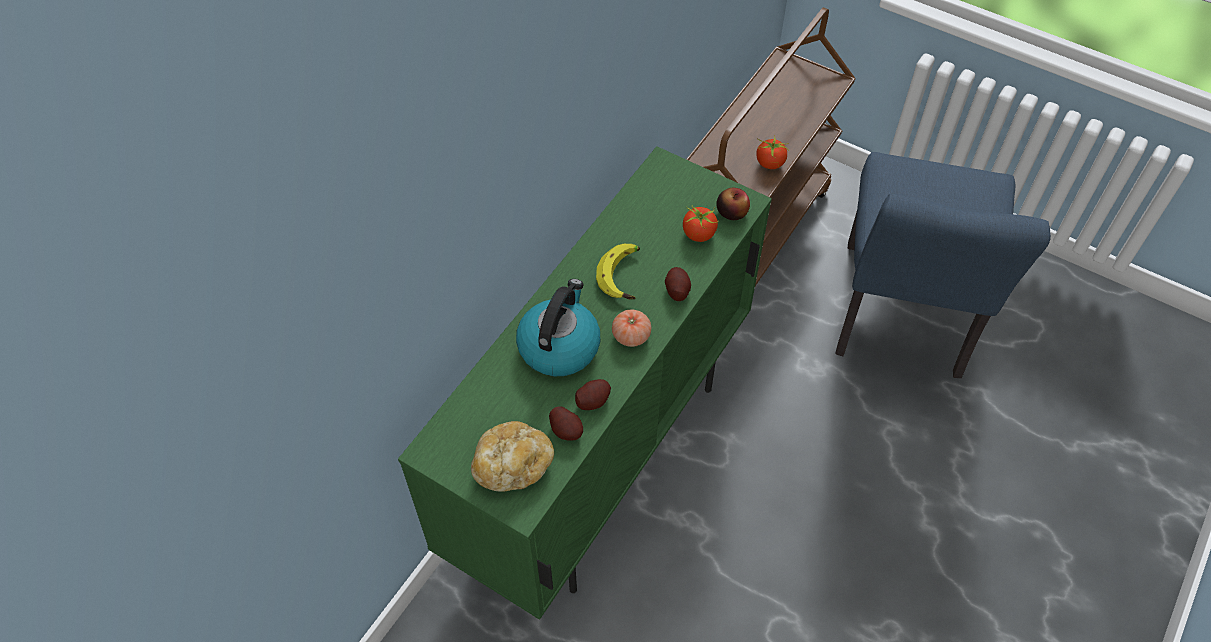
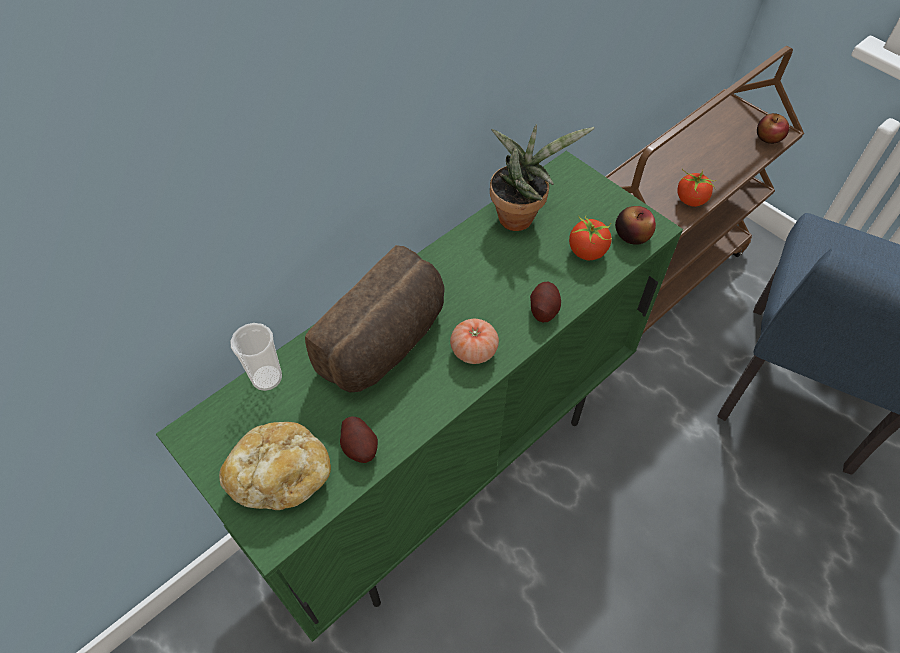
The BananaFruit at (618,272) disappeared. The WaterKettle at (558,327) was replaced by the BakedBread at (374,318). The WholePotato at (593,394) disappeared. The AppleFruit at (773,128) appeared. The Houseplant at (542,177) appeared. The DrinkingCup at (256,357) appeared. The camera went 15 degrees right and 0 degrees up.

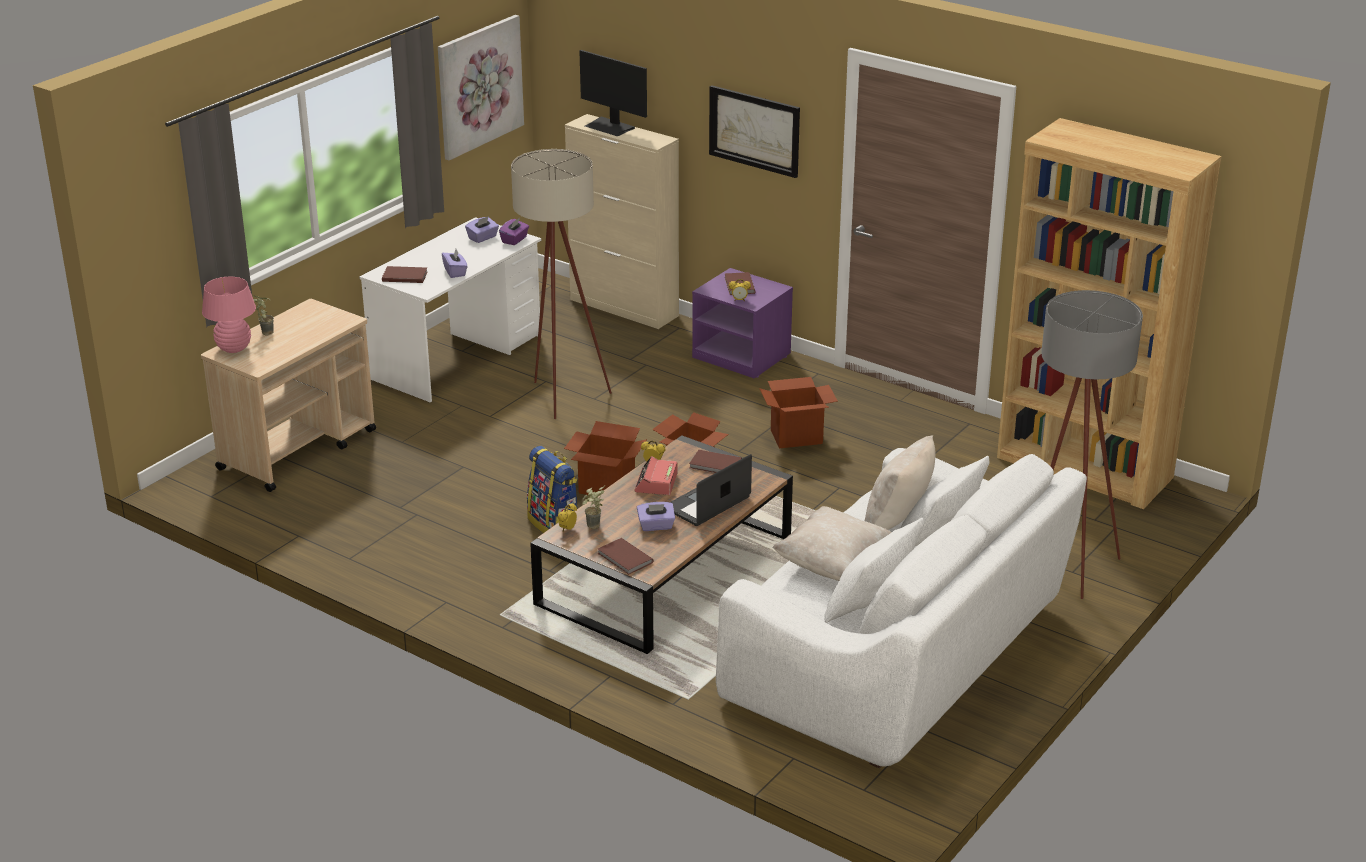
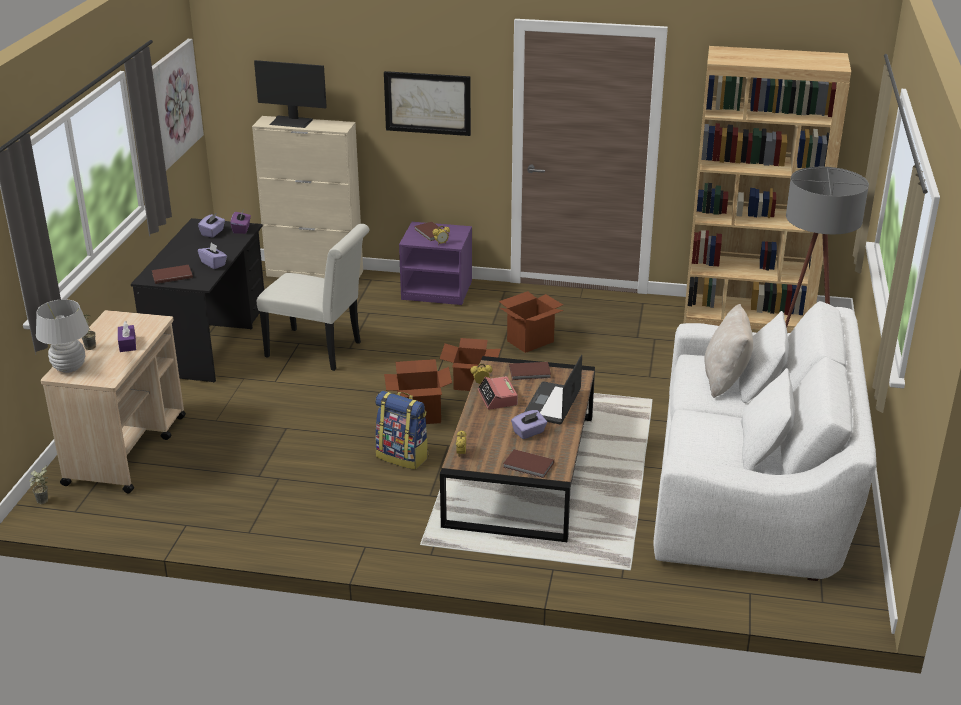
The SandColouredStandardLamp at (561,284) was replaced by the WhiteColouredPlainChair at (313,297). The WhiteColouredDeskUnit at (450,310) became the BlackishDeskUnit at (197,300). The PinkColouredTableLamp at (229,315) became the WhiteColouredTableLamp at (62,336). The Houseplant moved from (593,507) to (39,484). The SandColouredThrowPillow at (832,543) disappeared. The PurplishTissueHolder at (127,336) appeared. The camera went 25 degrees left and 0 degrees up.

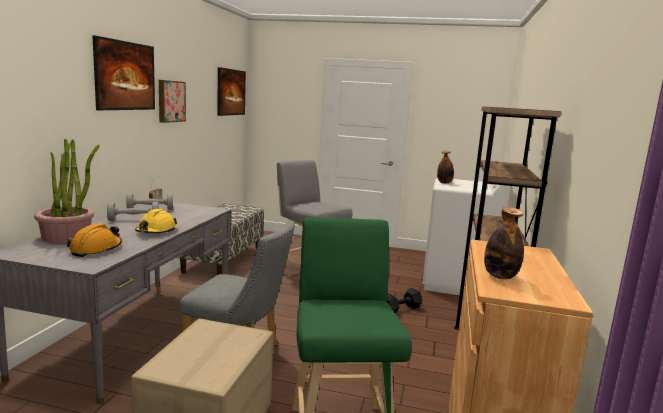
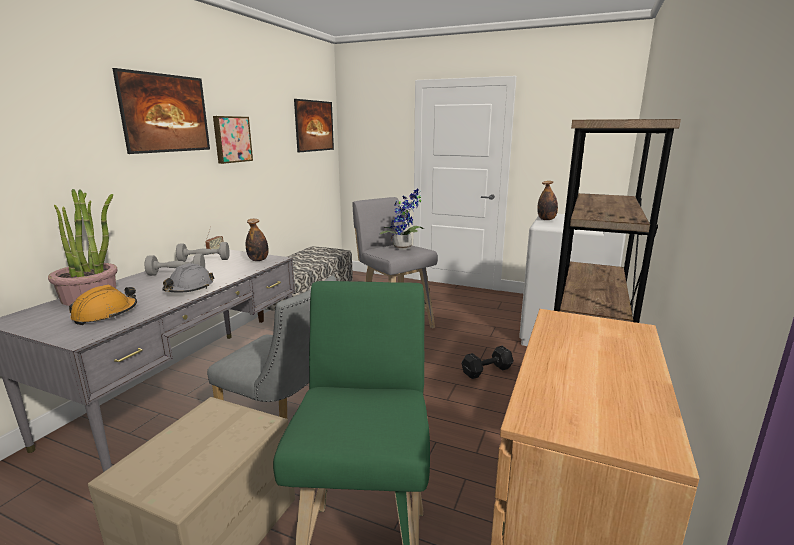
The Bottle moved from (504,243) to (257,240). The YellowColouredHardHat at (156,221) became the GrayHardHat at (188,277). The Houseplant at (401,219) appeared. The camera went 10 degrees right and 5 degrees up.

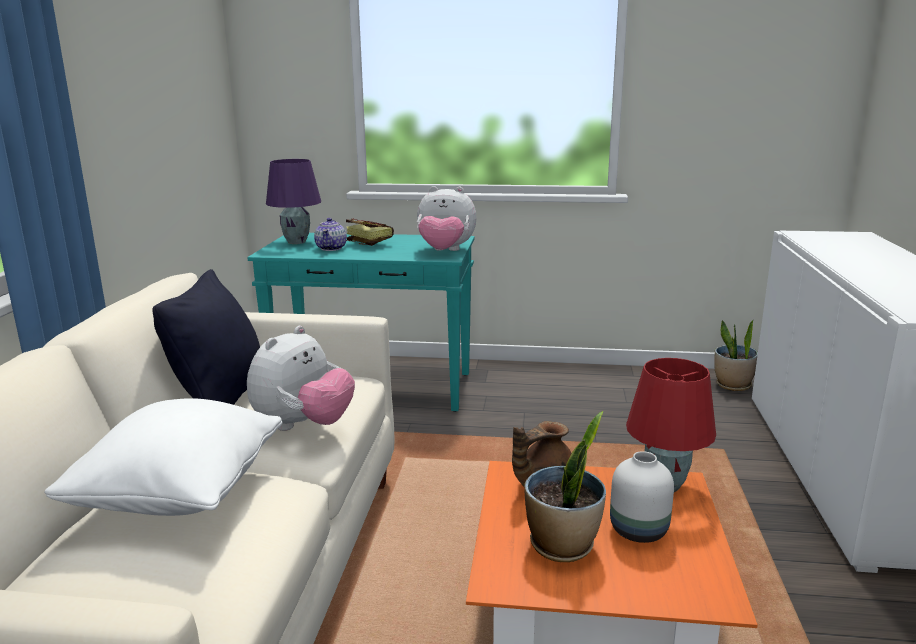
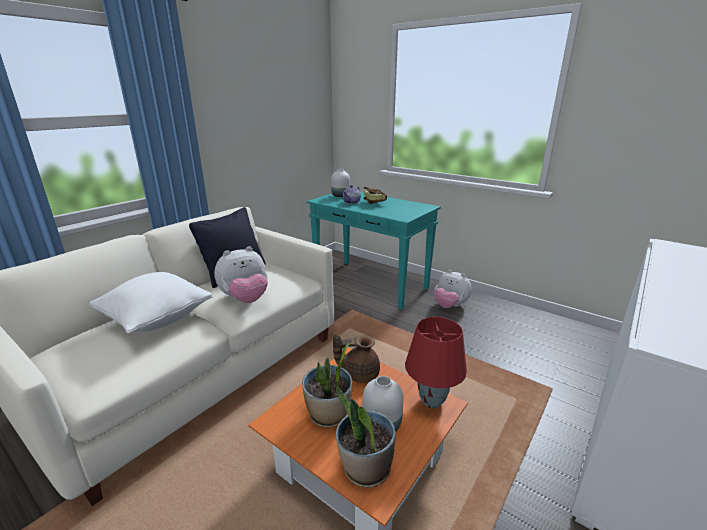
The PurplishTableLamp at (293,201) was replaced by the WhiteColouredFlowerVase at (340,183). The CuddlyToy moved from (447,218) to (453,289). The Houseplant moved from (736,355) to (366,437). The camera went 30 degrees right and 5 degrees up.

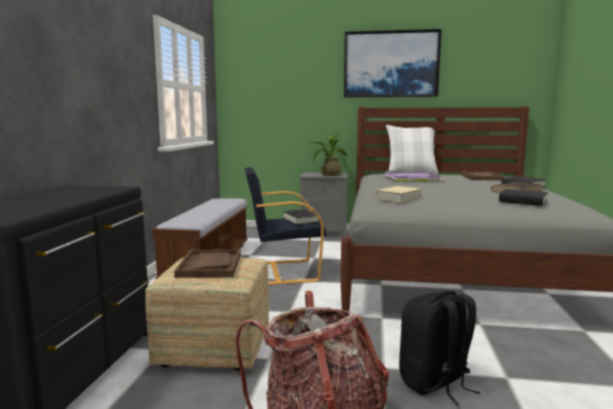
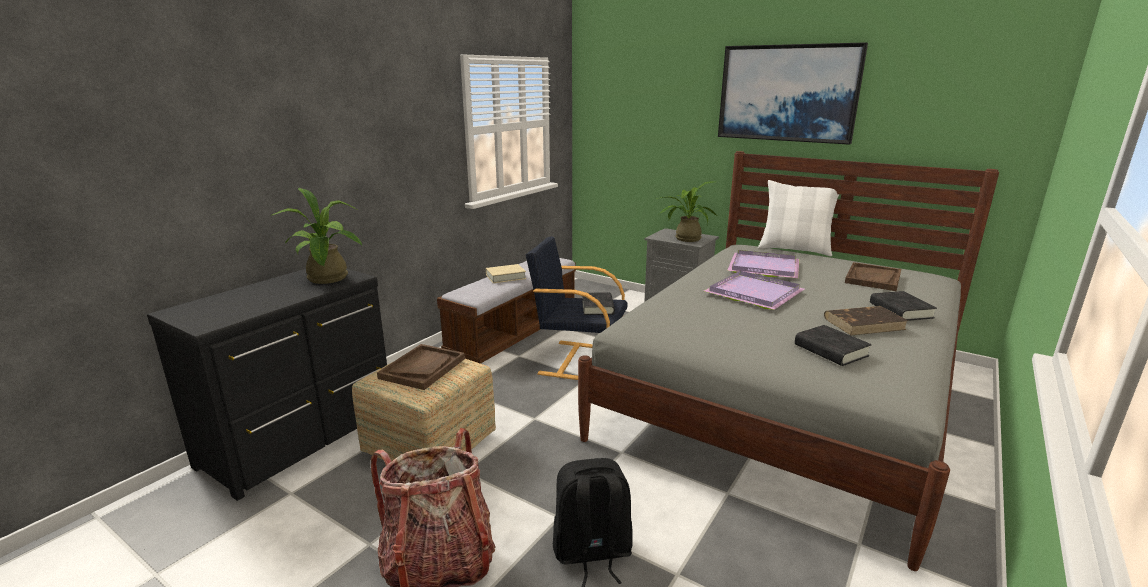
The SandColouredVolume moved from (398,194) to (506,273). The Houseplant at (316,236) appeared. The PurplishTray at (754,290) appeared. The camera went 25 degrees right and 10 degrees up.

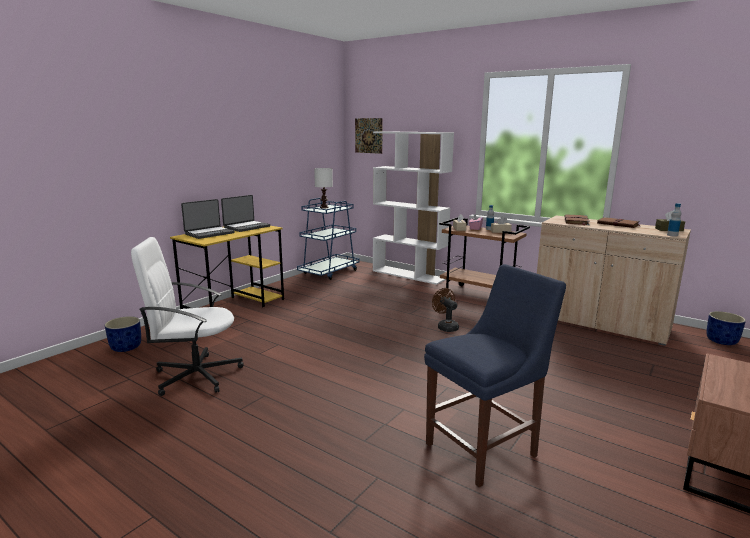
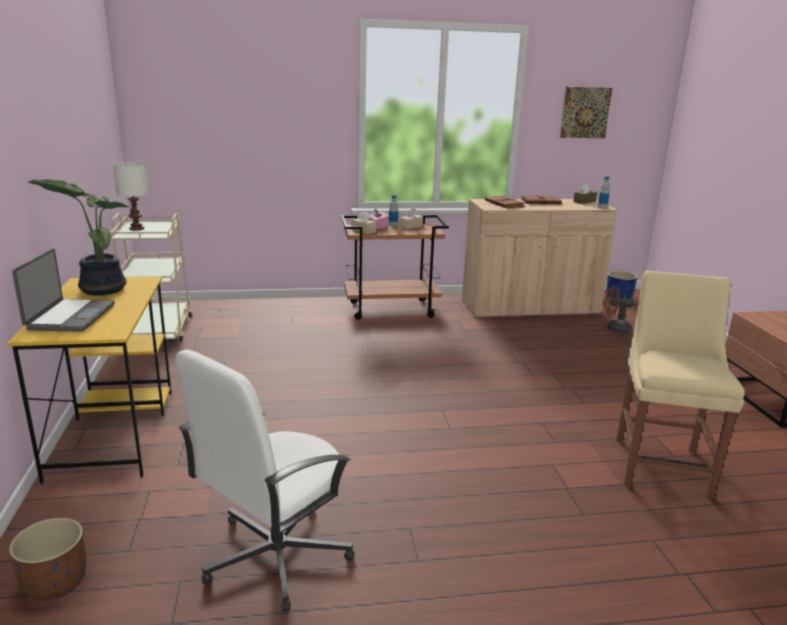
The WallArt moved from (369,136) to (586,112). The WhiteColouredShelvingUnit at (413,208) disappeared. The PortableComputer at (245,213) was replaced by the Houseplant at (79,237). The BlueColouredWheeledCart at (328,239) became the SandColouredWheeledCart at (151,277). The BlueColouredPlainChair at (495,375) became the SandColouredPlainChair at (680,385). The BrownishCoolingFan moved from (445,310) to (619,309). The BlueColouredFlowerPot at (123,334) became the BrownishFlowerPot at (47,559). The camera went 45 degrees left and 5 degrees up.

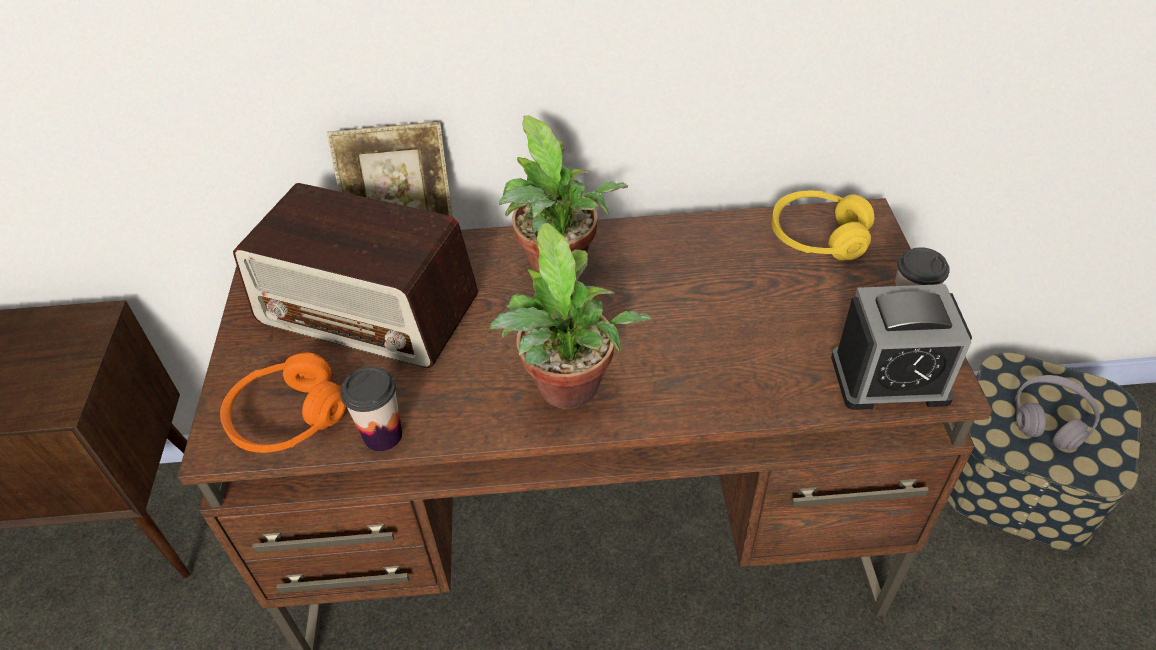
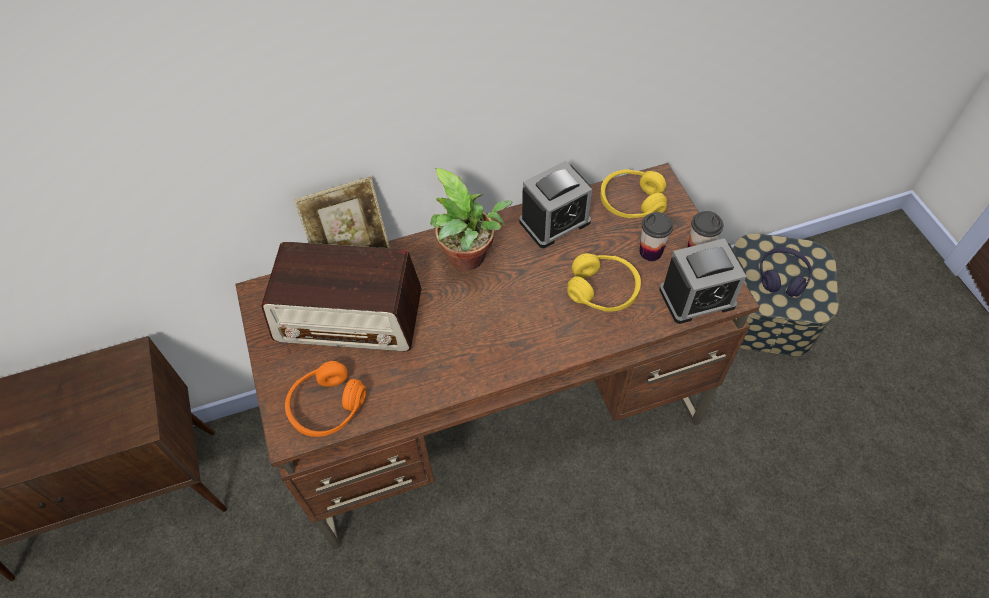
The Houseplant at (570,315) disappeared. The DrinkingCup moved from (371,408) to (656,236). The GrayHeadphones at (1058,412) became the PurplishHeadphones at (786,272). The BedsideClock at (555,204) appeared. The YellowColouredHeadphones at (604,282) appeared. The camera went 15 degrees left and 10 degrees up.

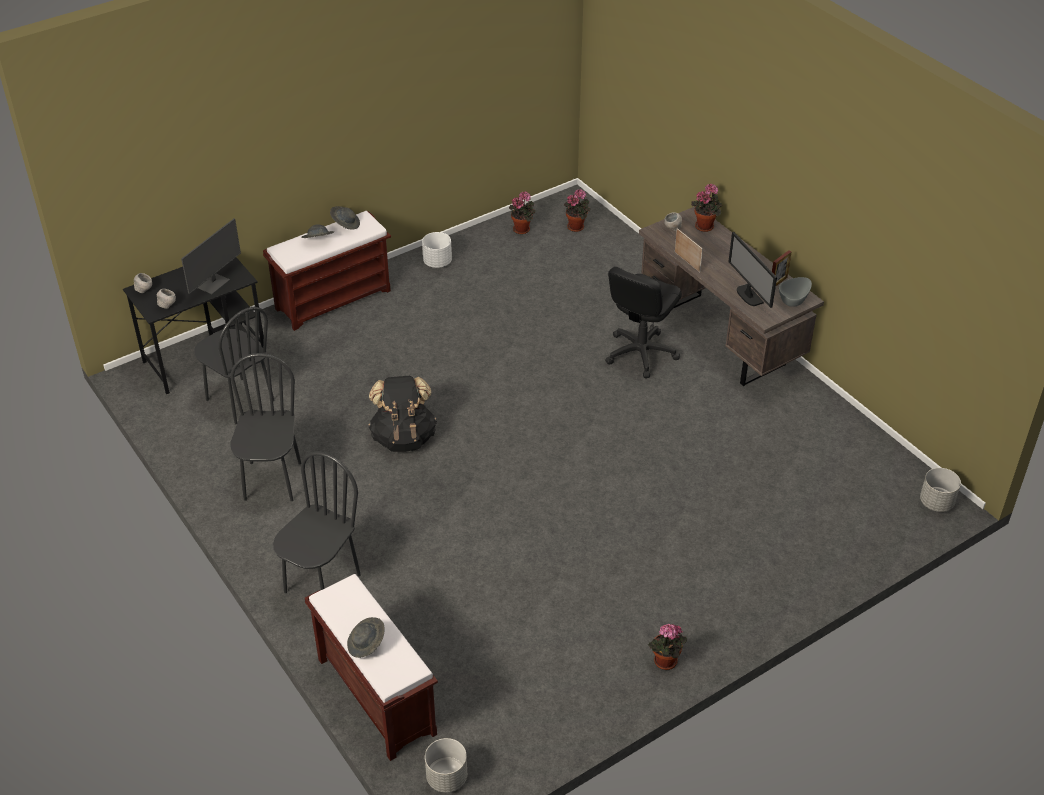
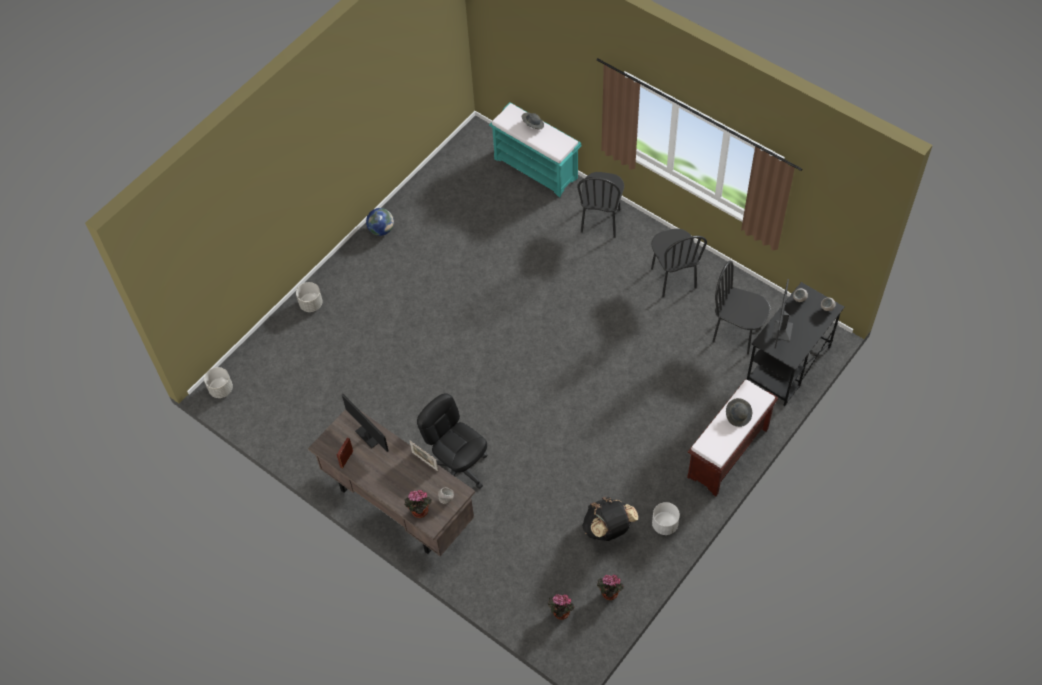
The GrayClothingHat at (345,218) disappeared. The BlackishOfficeChair at (643,322) turned 60 degrees counterclockwise. The GrayServingBowl at (795,292) disappeared. The BlackishKnapsack moved from (403,414) to (610,519). The BrownishIndoorBench at (371,667) became the TurquoiseIndoorBench at (535,150). The Houseplant at (667,647) was replaced by the Globe at (380,222). The GrayFlowerPot moved from (446,765) to (309,297). The camera went 165 degrees right and 15 degrees up.

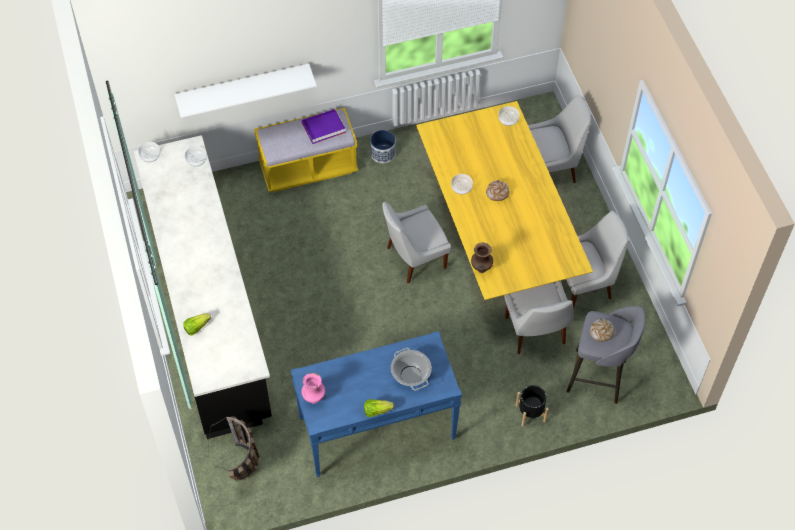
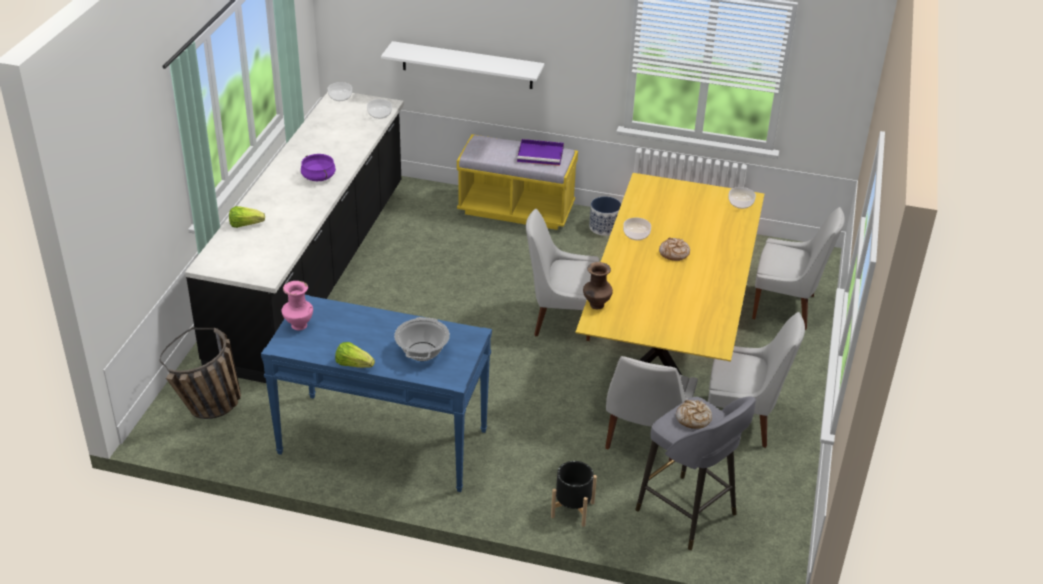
The PurplishStockpot at (318,167) appeared. The camera went 30 degrees right and 20 degrees down.

